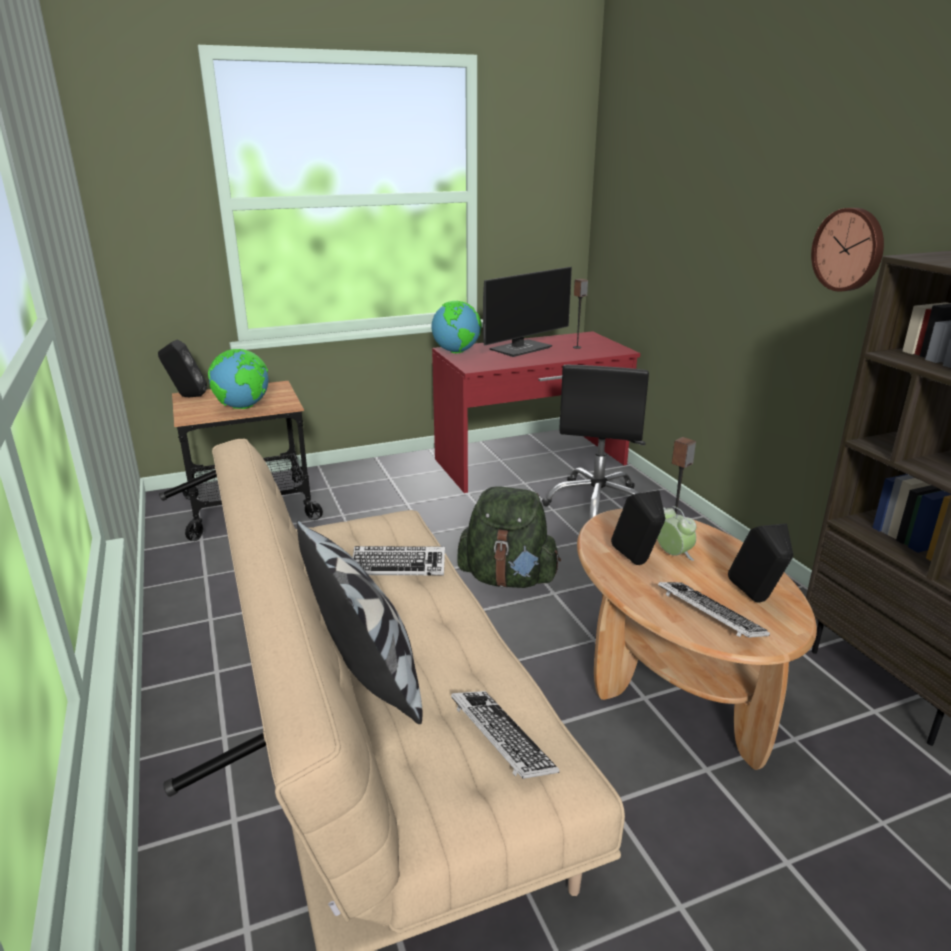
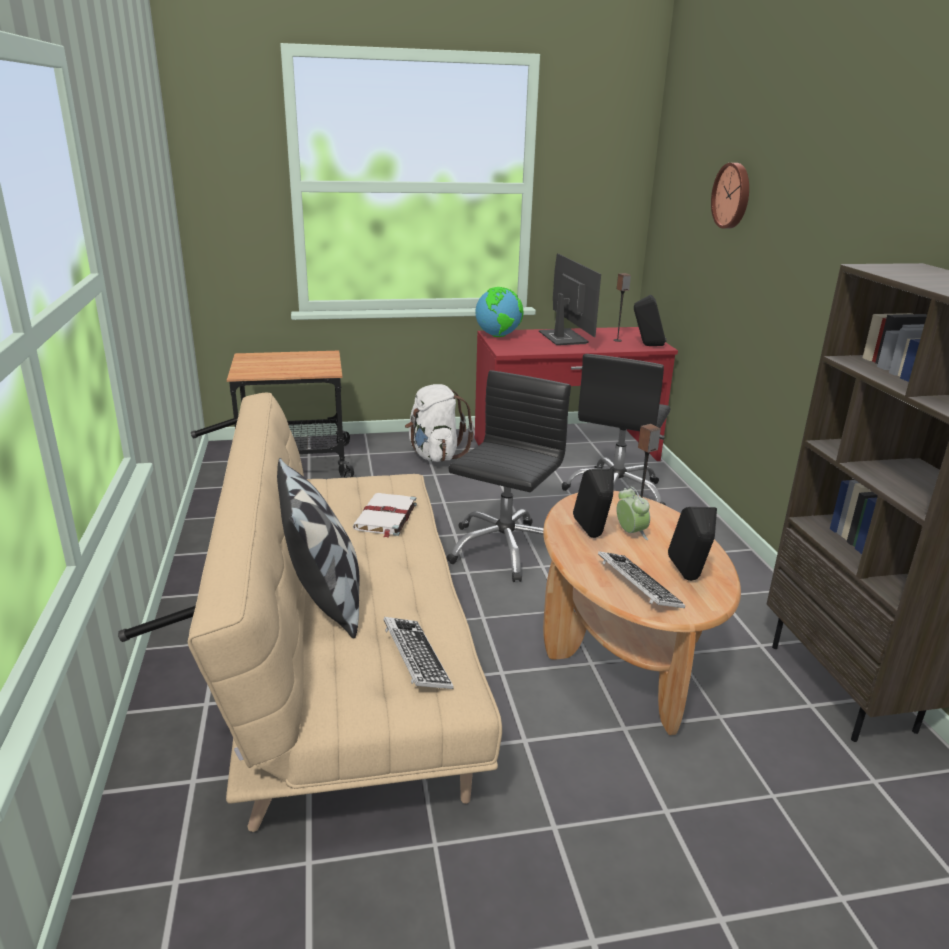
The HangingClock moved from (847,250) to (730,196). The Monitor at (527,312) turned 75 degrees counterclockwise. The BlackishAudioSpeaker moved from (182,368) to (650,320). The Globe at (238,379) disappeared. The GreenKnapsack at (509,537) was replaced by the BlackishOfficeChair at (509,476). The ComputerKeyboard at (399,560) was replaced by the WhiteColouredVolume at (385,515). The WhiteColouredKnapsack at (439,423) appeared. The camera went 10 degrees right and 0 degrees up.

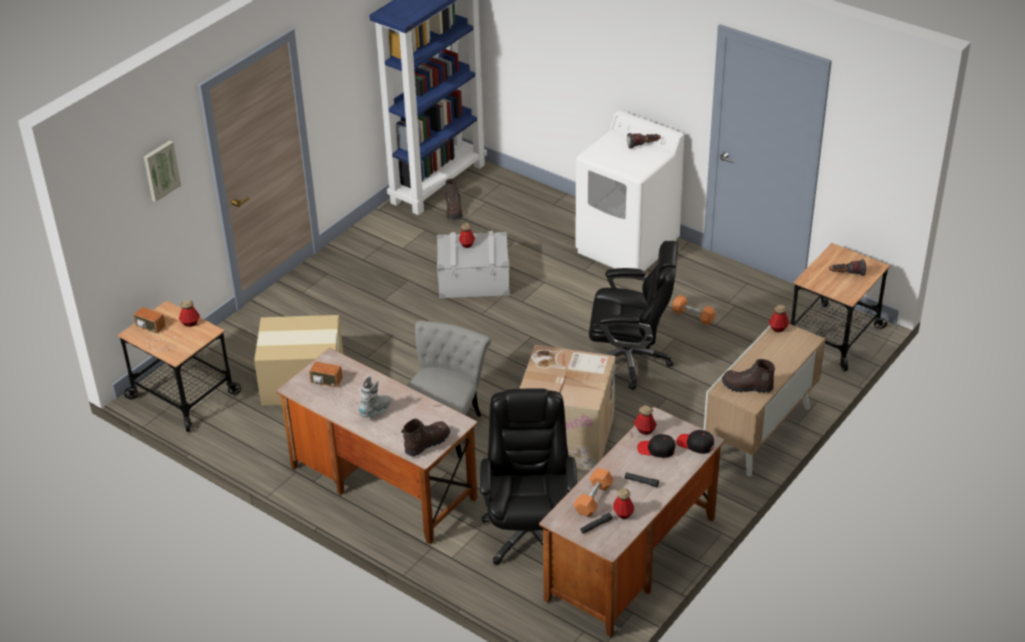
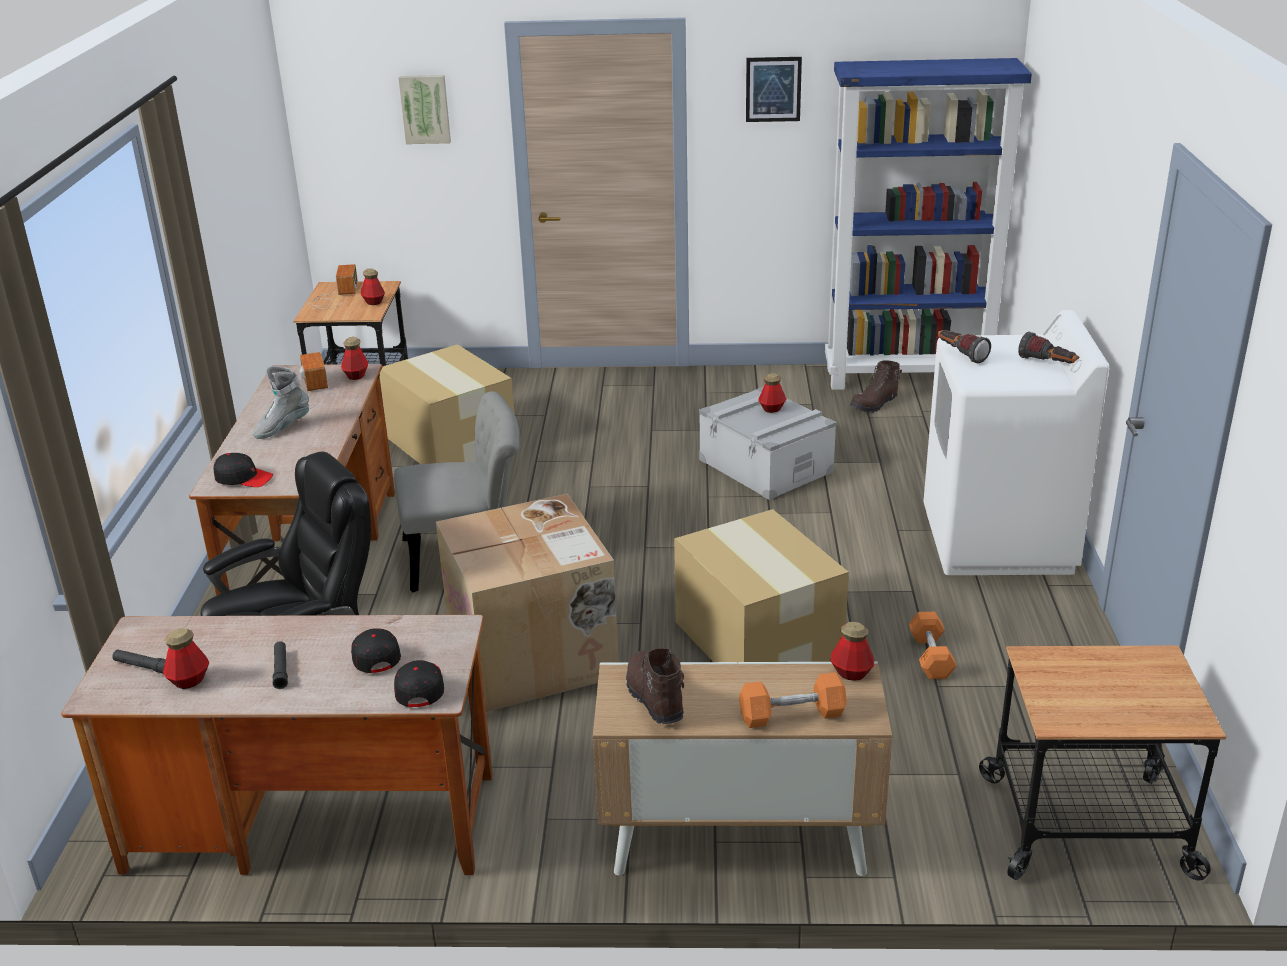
The BlackishOfficeChair at (633,315) was replaced by the CardboardBox at (761,585). The Torch moved from (847,267) to (964,346). The GrayBoot at (375,397) turned 135 degrees clockwise. The Bottle moved from (645,420) to (354,358). The BrownishBoot at (426,437) was replaced by the BlackishBaseballCap at (243,470). The OrangeColouredHandWeight moved from (593,492) to (793,700). The WallArt at (774,89) appeared. The camera went 55 degrees right and 10 degrees down.

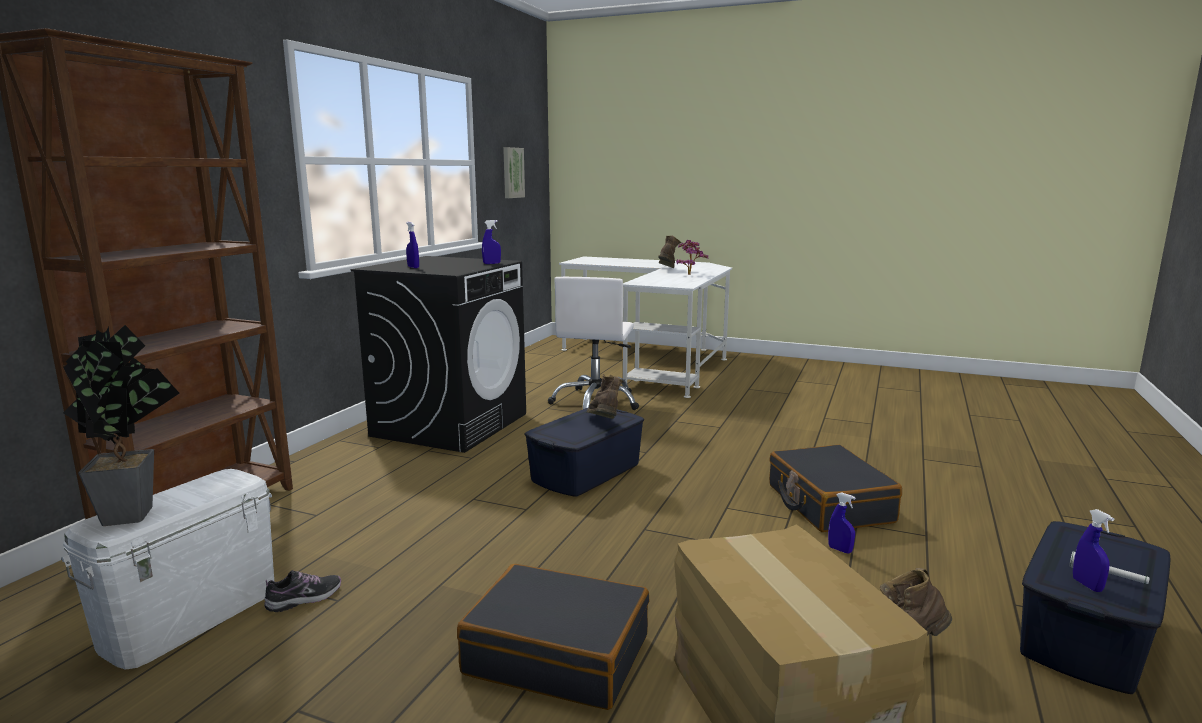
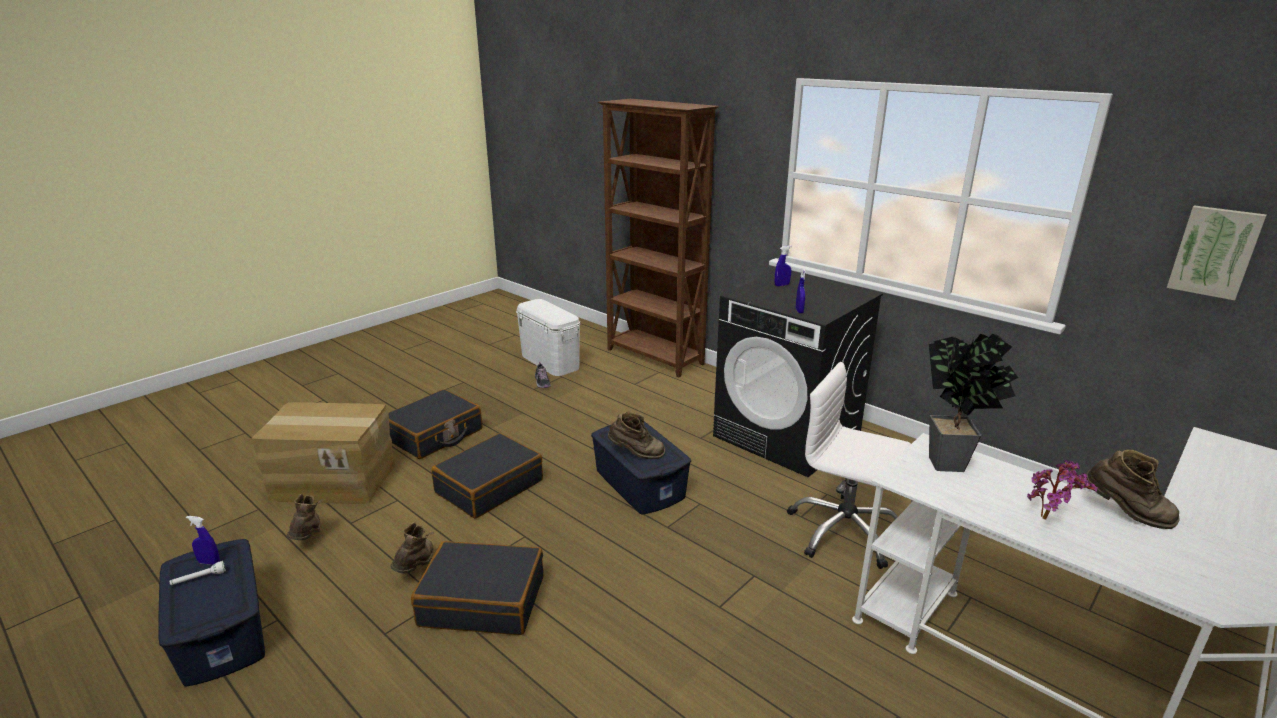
The Houseplant moved from (121,425) to (973,402). The BlueColouredSprayer at (841,522) was replaced by the BrownishBoot at (412,548). The BlackishPieceOfLuggage at (487,476) appeared. The camera went 110 degrees right and 10 degrees up.

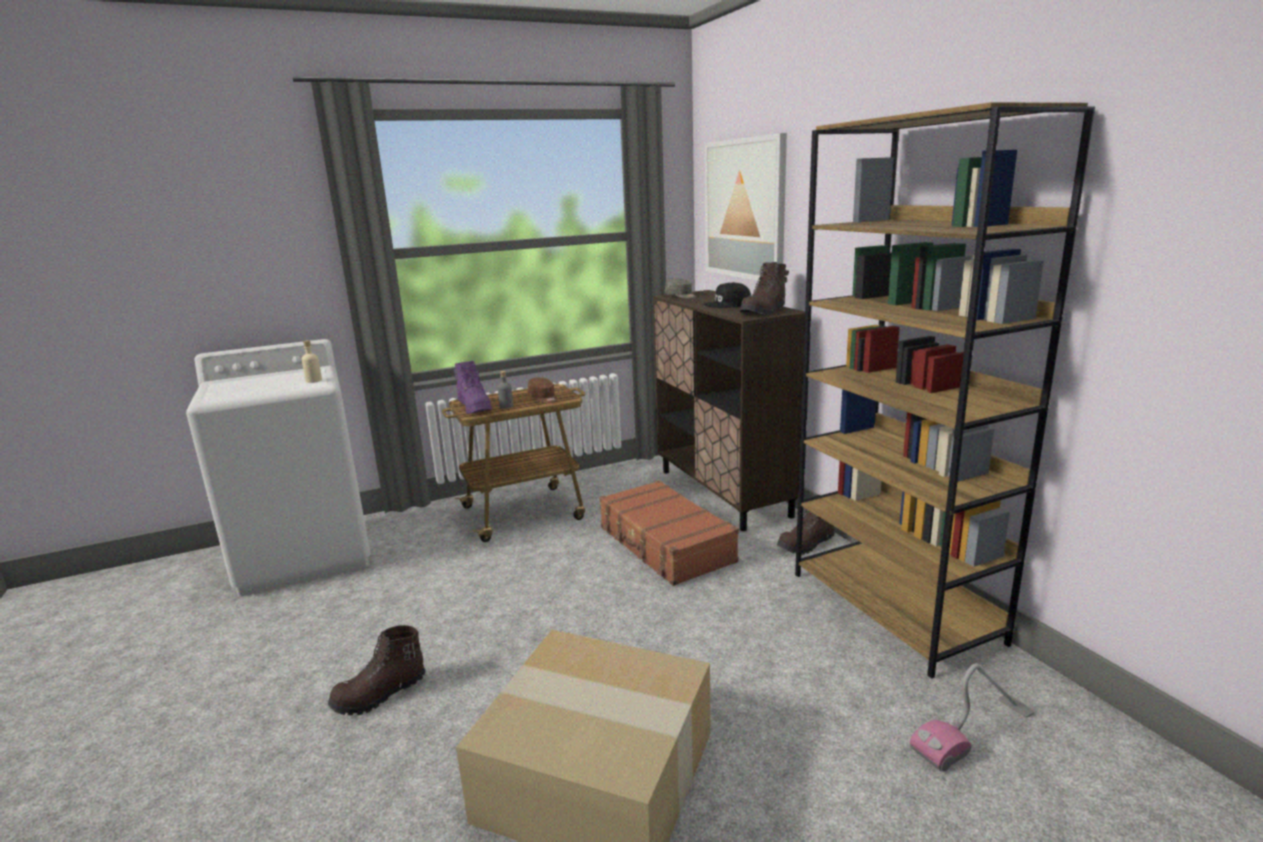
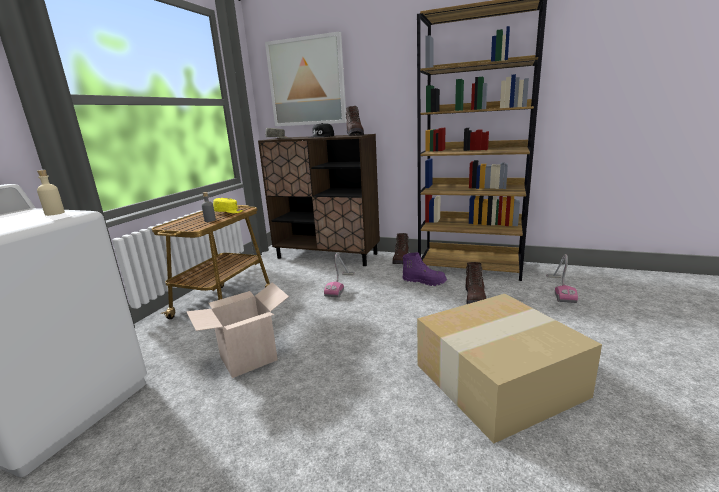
The PurplishBoot moved from (473,387) to (424,269). The BrownishBaseballCap at (543,390) became the YellowColouredBaseballCap at (228,205). The BrownishPieceOfLuggage at (669,533) was replaced by the VacuumCleaner at (339,275). The BrownishBoot moved from (377,670) to (475,283). The CardboardBox at (237,330) appeared. The camera went 45 degrees left and 0 degrees up.

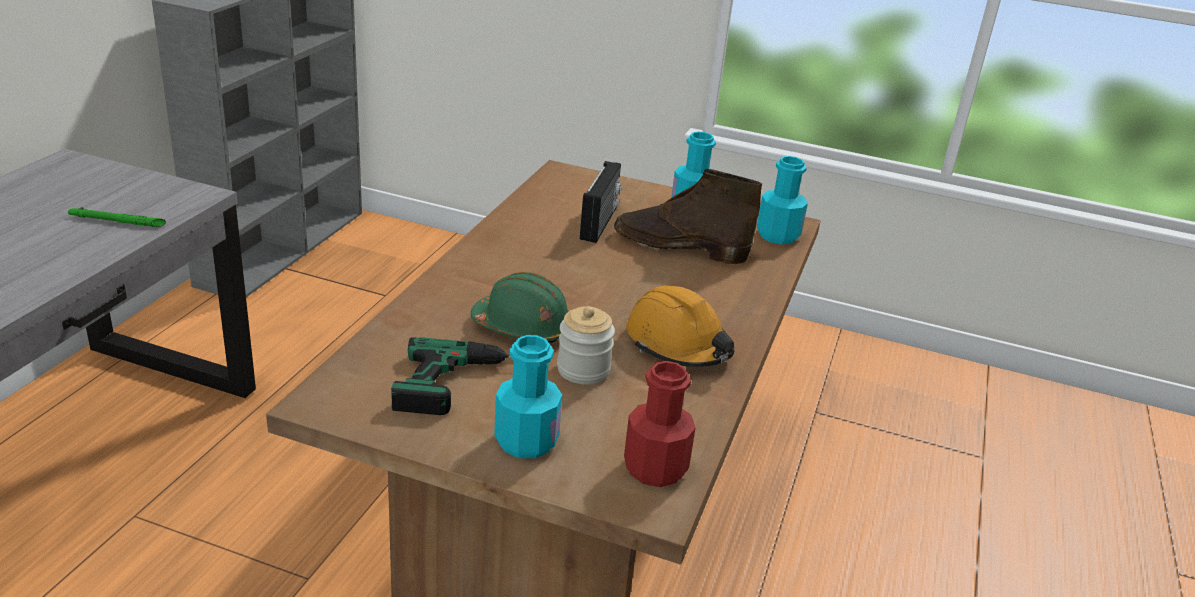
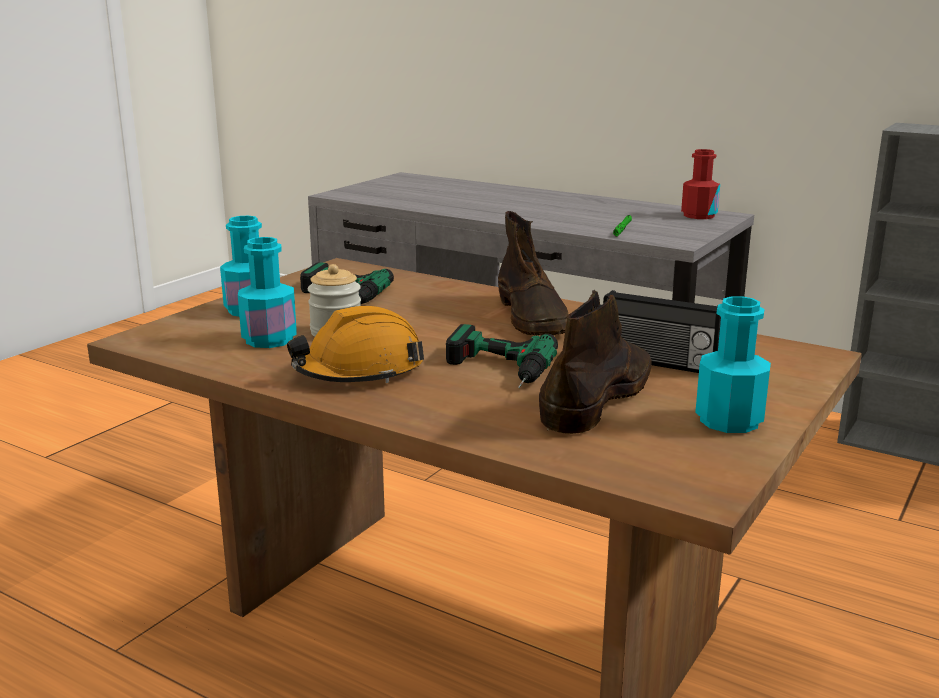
The TurquoiseBottle moved from (782,200) to (267,292). The GreenHardHat at (520,307) disappeared. The RedColouredBottle moved from (660,424) to (700,184). The BrownishBoot at (533,273) appeared. The PowerDrill at (502,356) appeared. The camera went 105 degrees right and 10 degrees down.

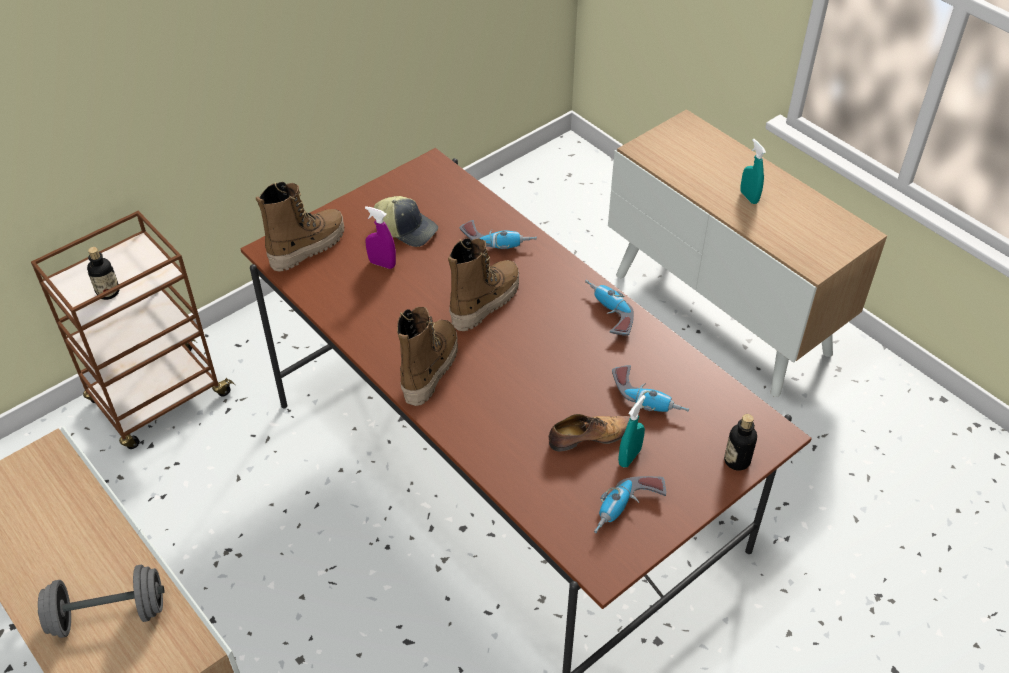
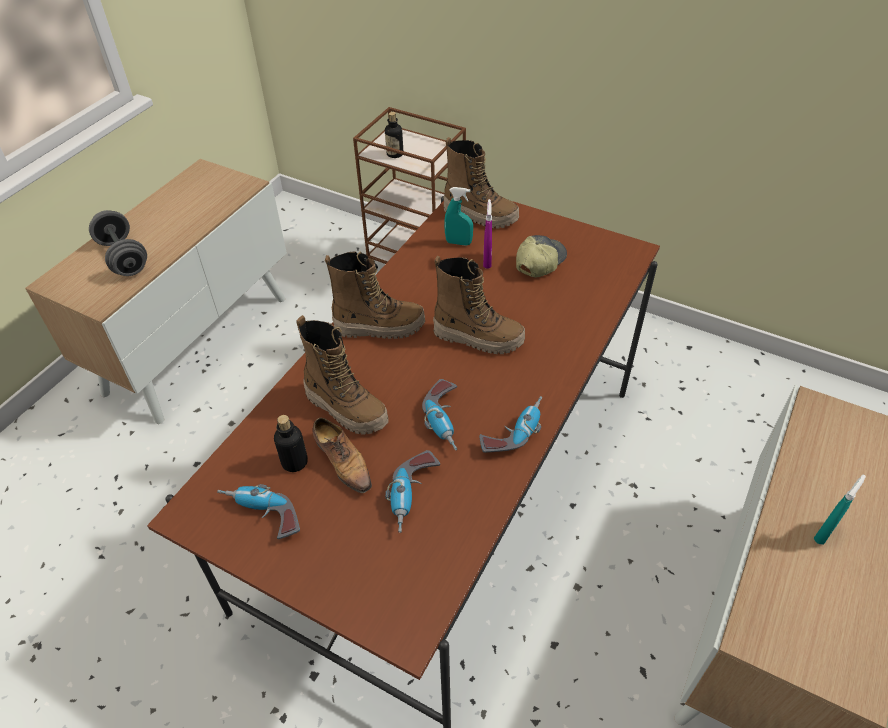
The BaseballCap at (406,221) turned 150 degrees counterclockwise. The PowerDrill moved from (498,234) to (439,414). The TurquoiseSprayer moved from (632,431) to (458,216). The Bottle moved from (740,442) to (291,443). The Boot at (342,375) appeared. The camera went 70 degrees right and 0 degrees up.

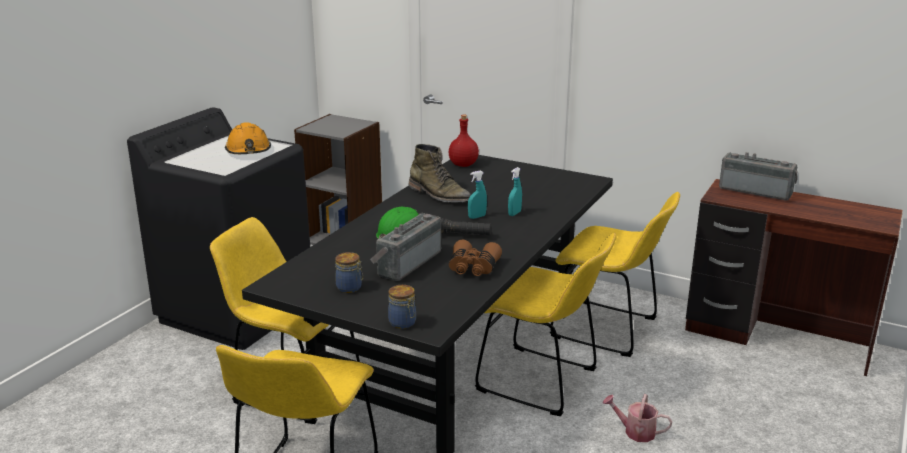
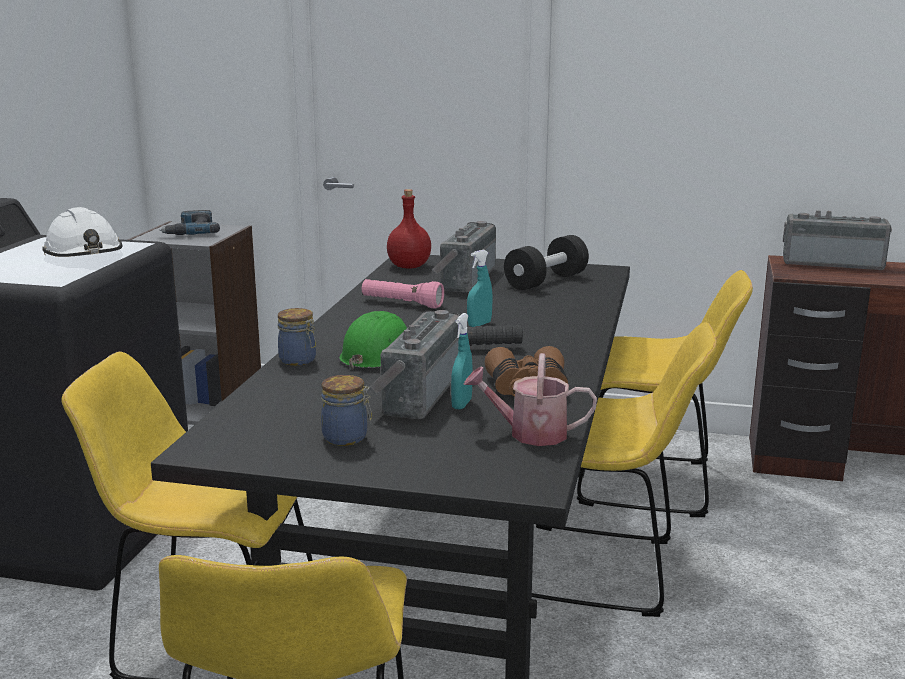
The OrangeColouredHardHat at (248,138) became the WhiteColouredHardHat at (82,232). The GreenBoot at (439,173) was replaced by the PinkColouredTorch at (403,294). The TurquoiseSprayer moved from (515,191) to (461,361). The StorageJar moved from (402,307) to (297,337). The WateringPot moved from (637,418) to (530,399). The PowerDrill at (189,222) appeared. The Radio at (464,257) appeared. The BlackishHandWeight at (546,262) appeared. The camera went 15 degrees left and 5 degrees down.

